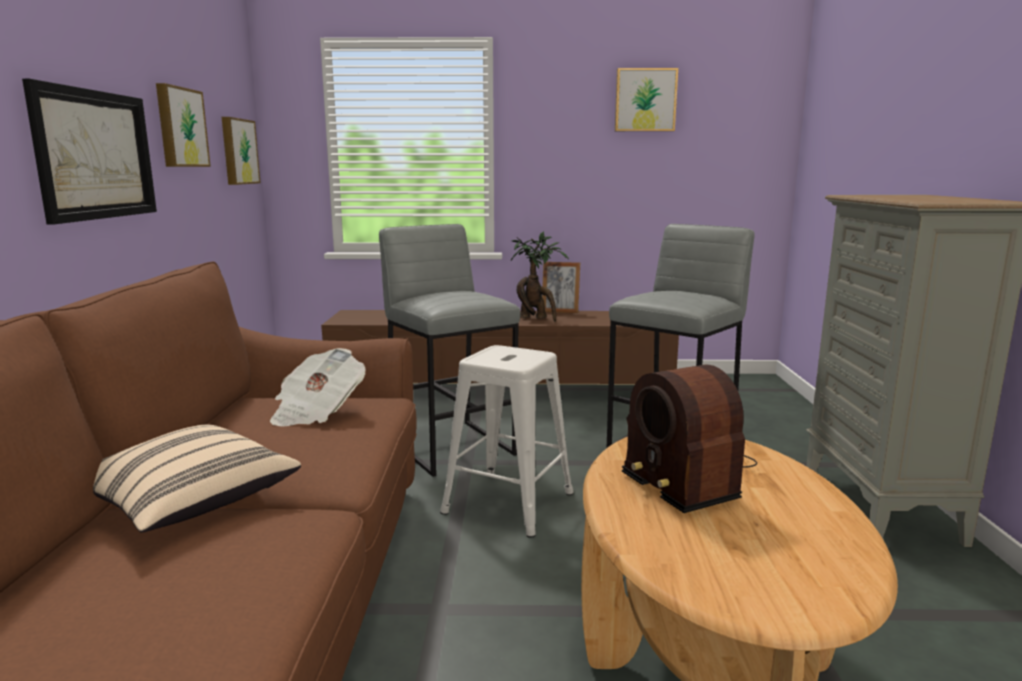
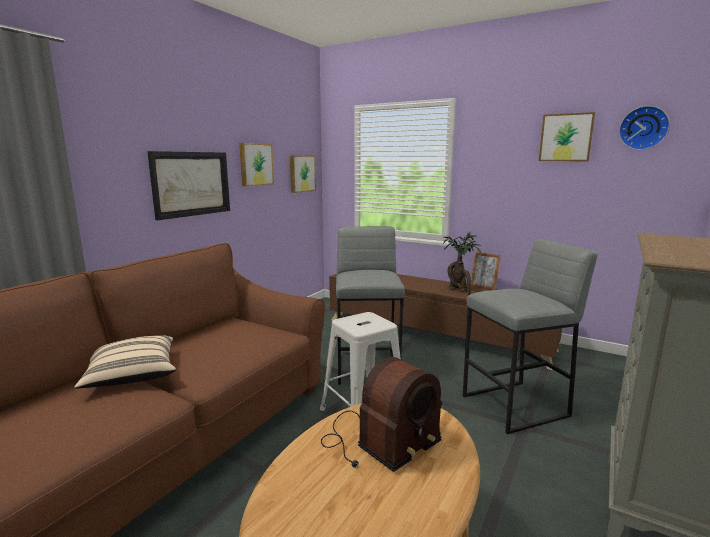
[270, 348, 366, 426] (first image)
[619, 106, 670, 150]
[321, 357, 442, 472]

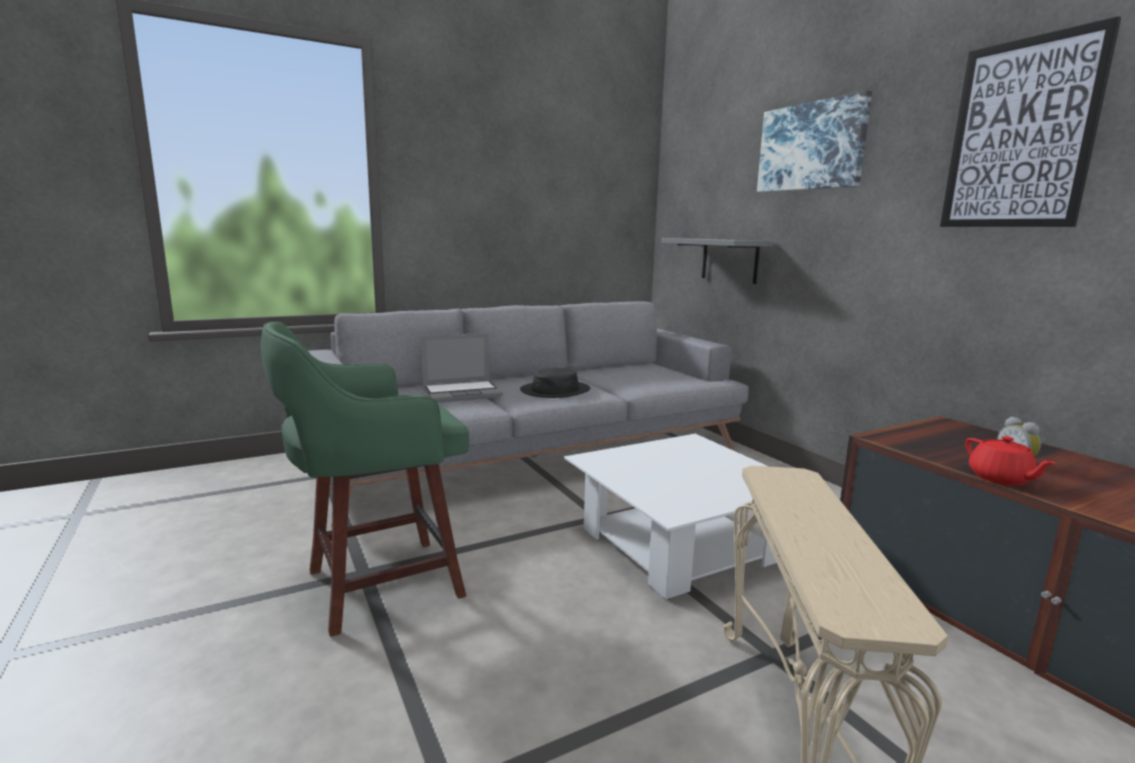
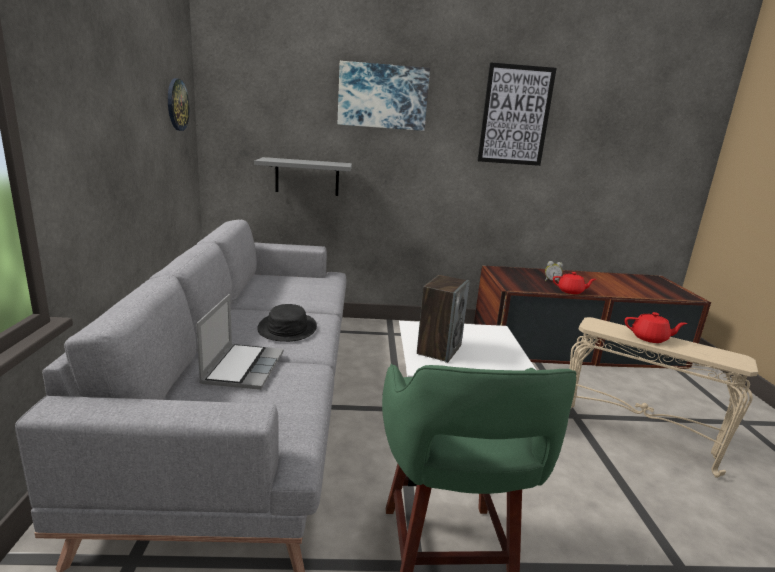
[168, 78, 189, 131]
[417, 275, 470, 363]
[625, 312, 687, 343]

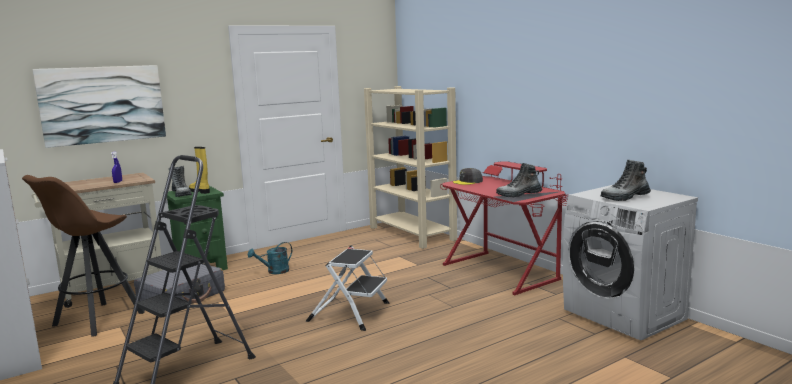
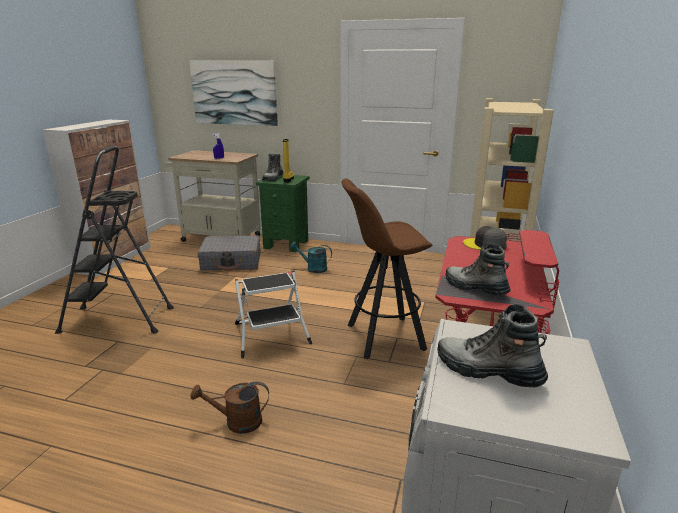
[190, 381, 269, 434]
[341, 178, 432, 359]

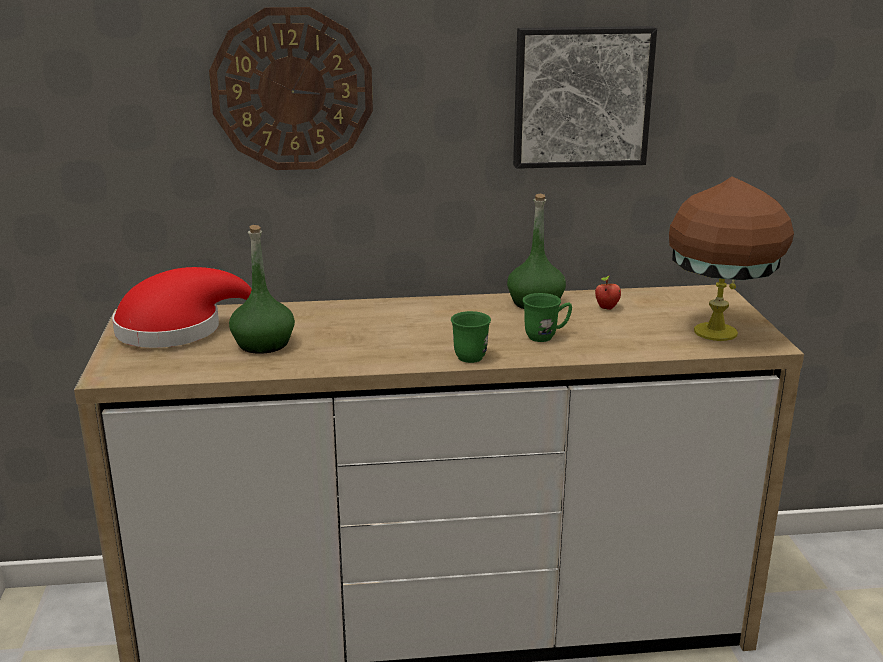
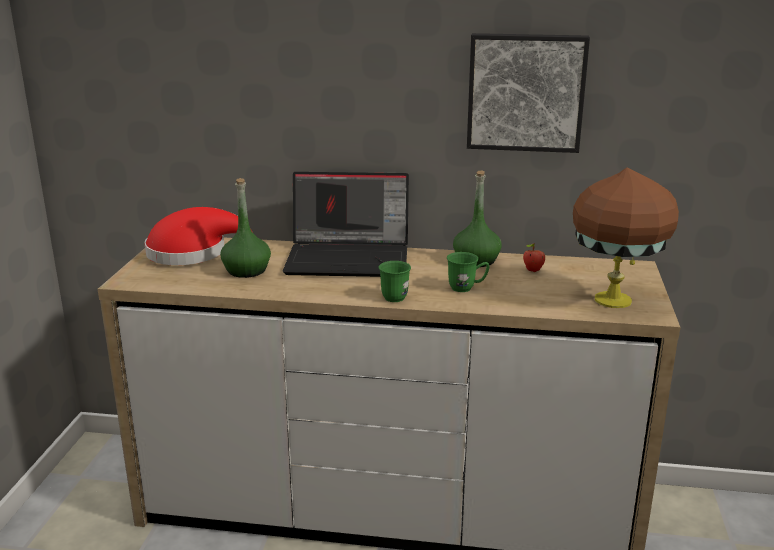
[209, 7, 373, 170] (first image)
[283, 172, 409, 277]

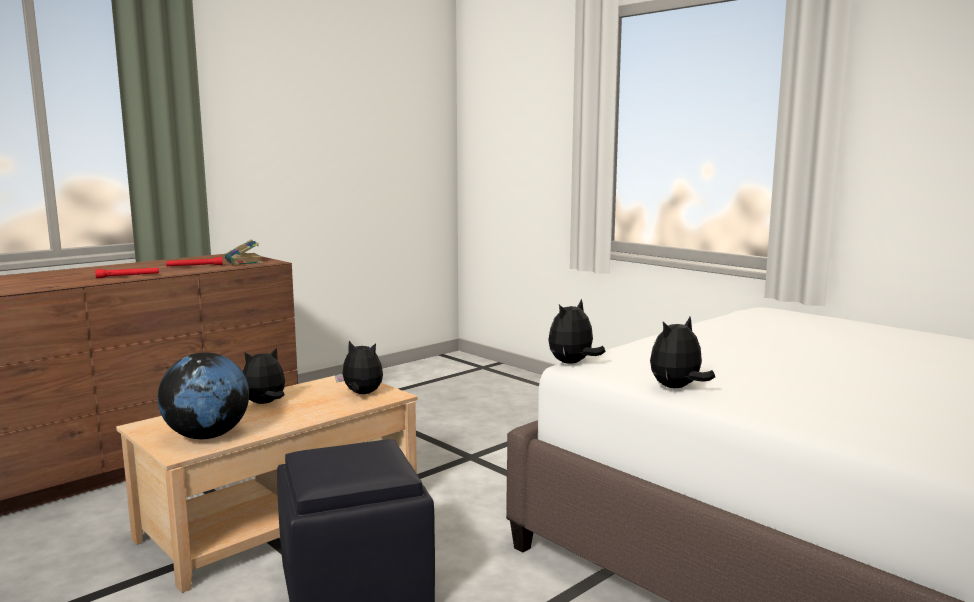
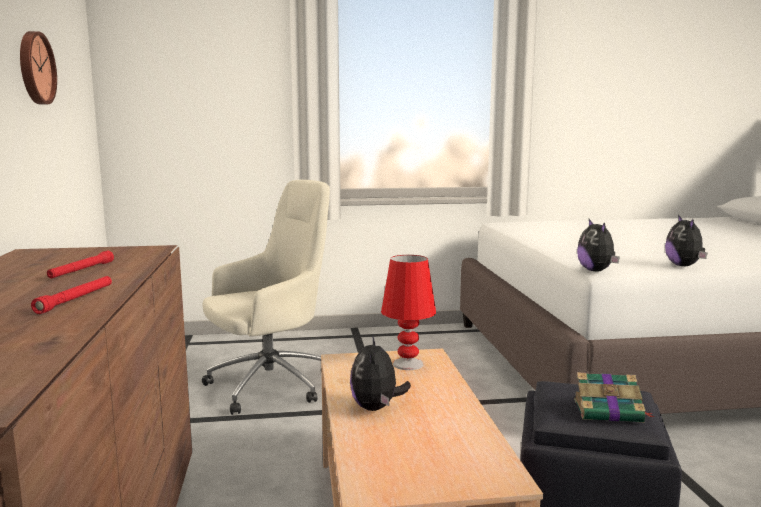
[158, 352, 249, 439] (first image)
[20, 31, 57, 104]
[202, 180, 330, 415]
[574, 372, 654, 423]
[381, 255, 436, 370]

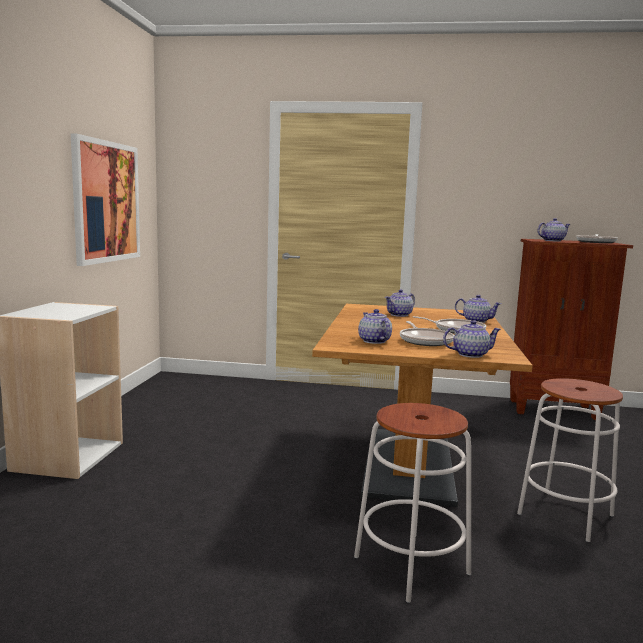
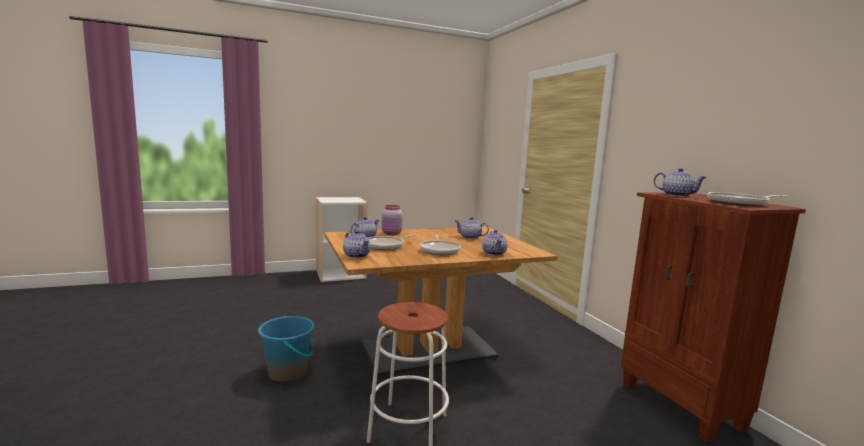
[71, 133, 140, 266] (first image)
[382, 205, 403, 235]
[258, 316, 315, 382]

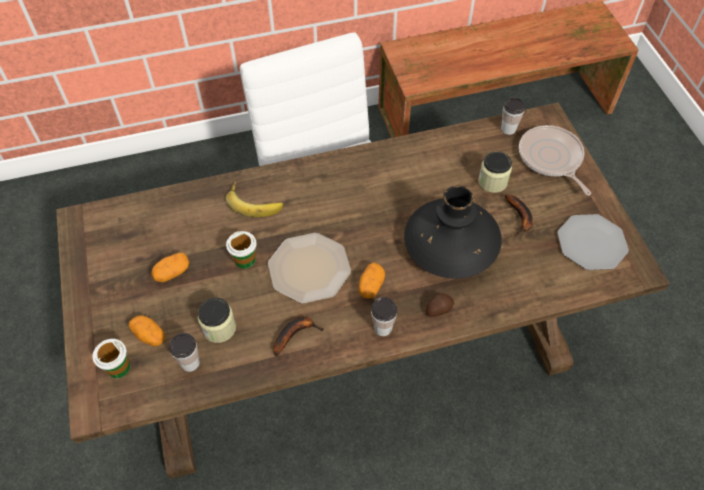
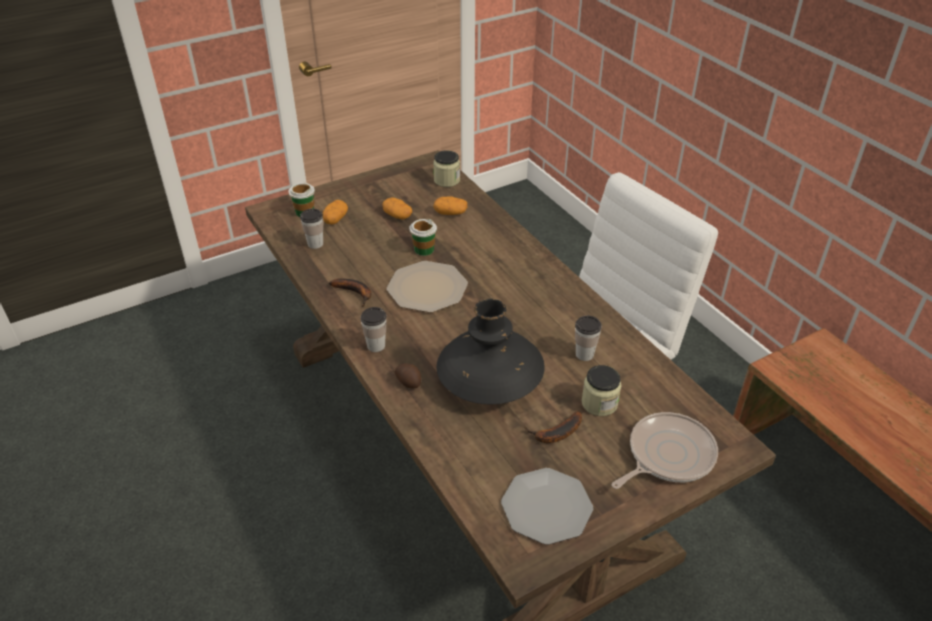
[226, 182, 284, 217] (first image)
[433, 150, 460, 187]
[433, 196, 467, 215]
[575, 316, 602, 361]

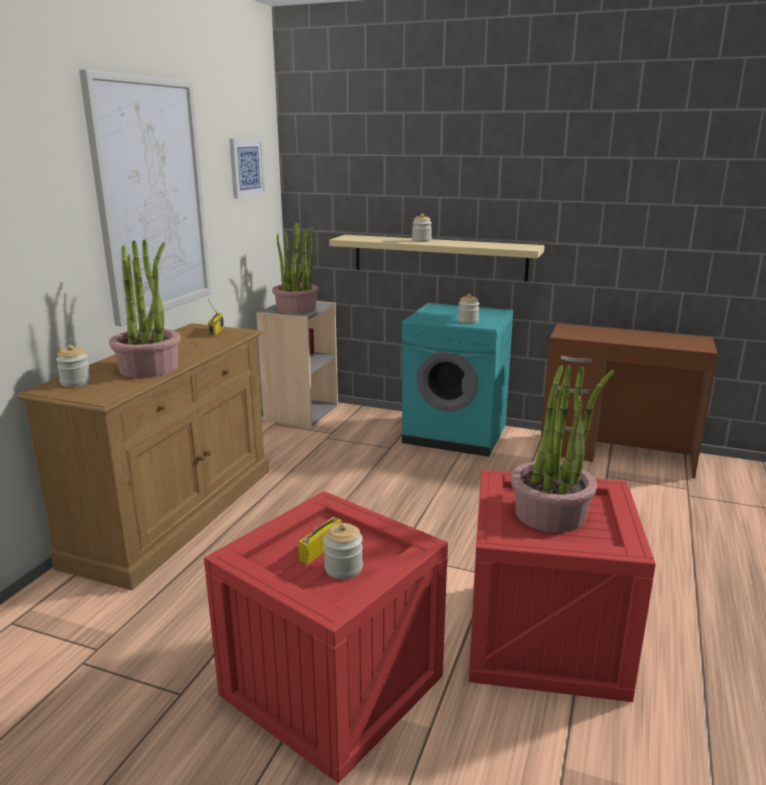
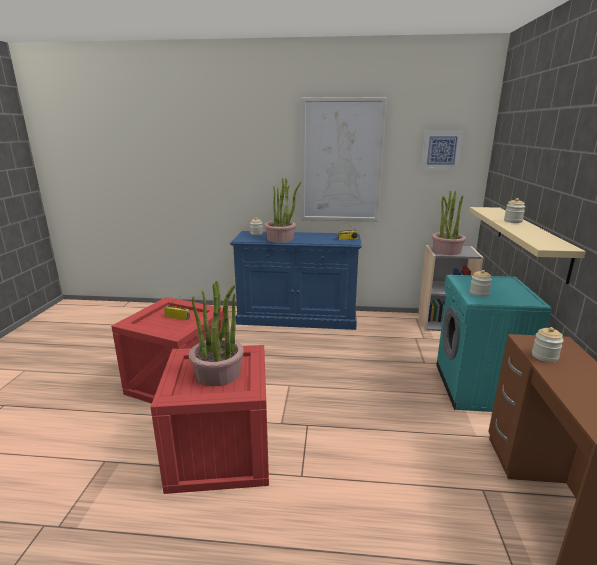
[532, 327, 564, 362]
[230, 231, 362, 330]

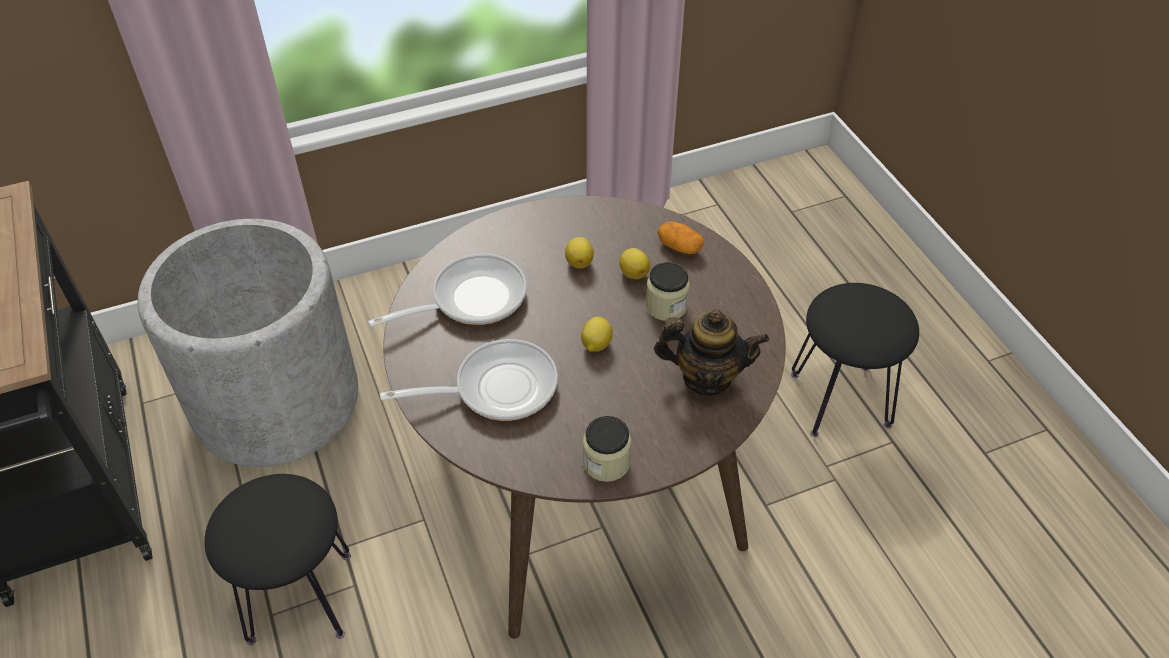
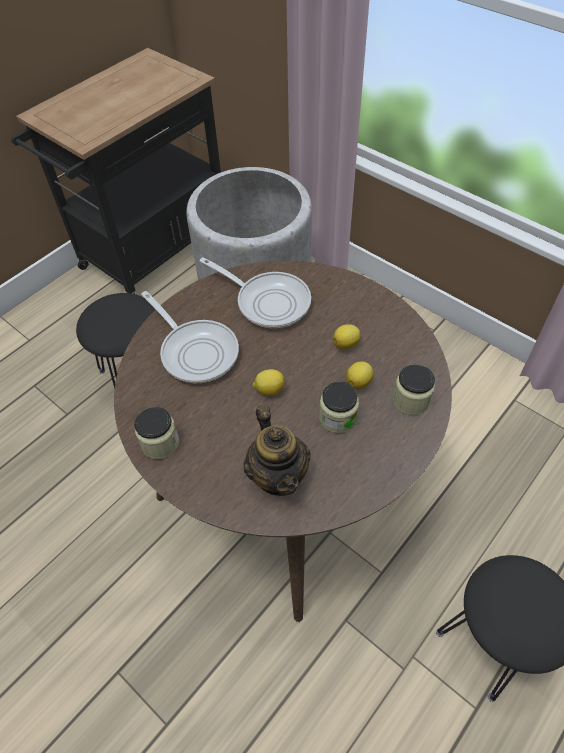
[393, 364, 435, 415]

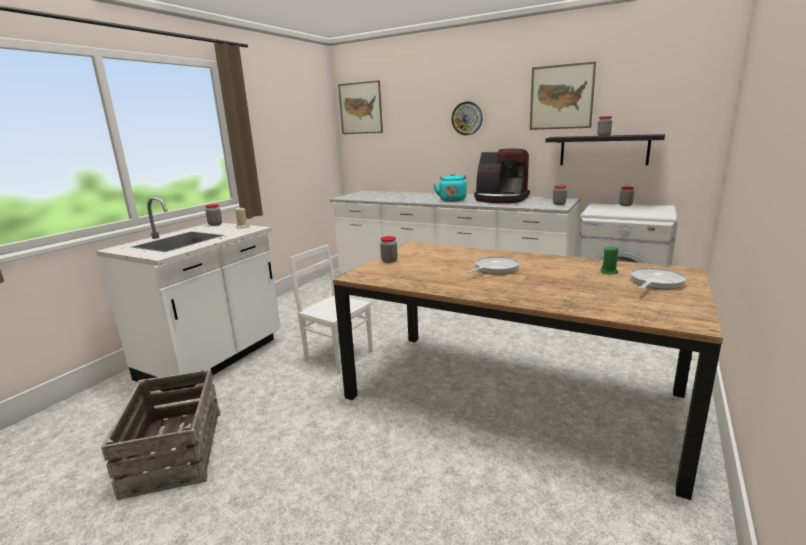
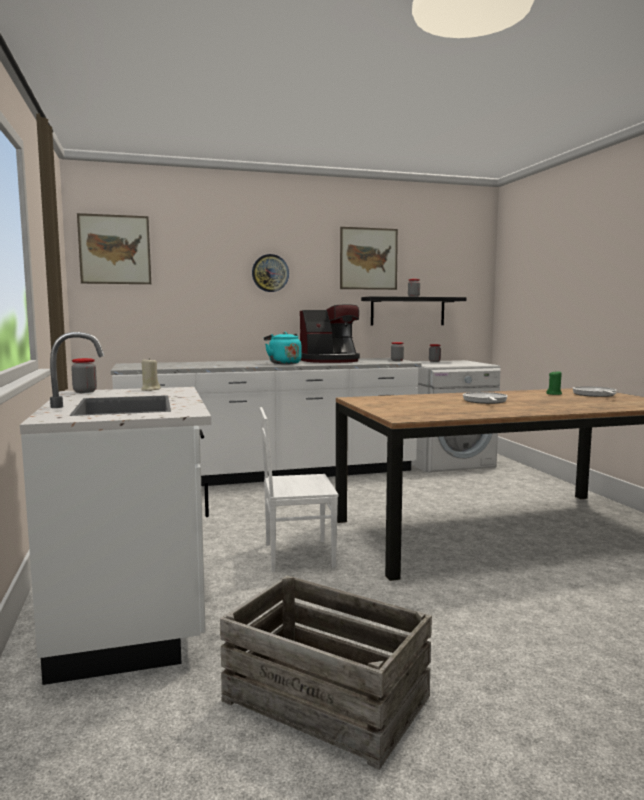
[380, 236, 398, 263] (first image)

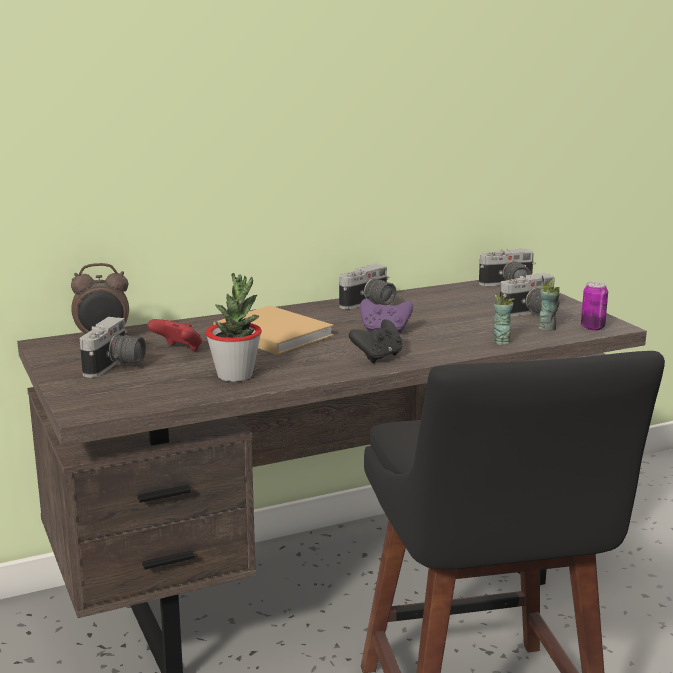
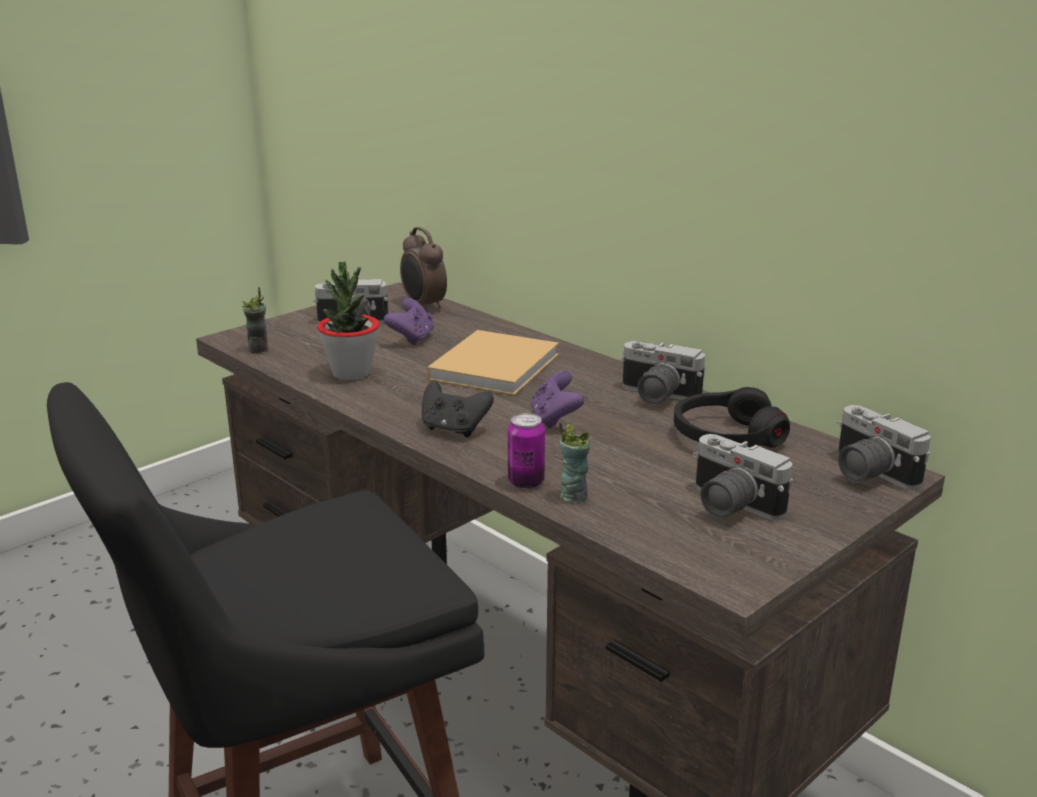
[674, 387, 790, 448]
[243, 287, 268, 353]
[508, 413, 545, 489]
[384, 298, 434, 345]

